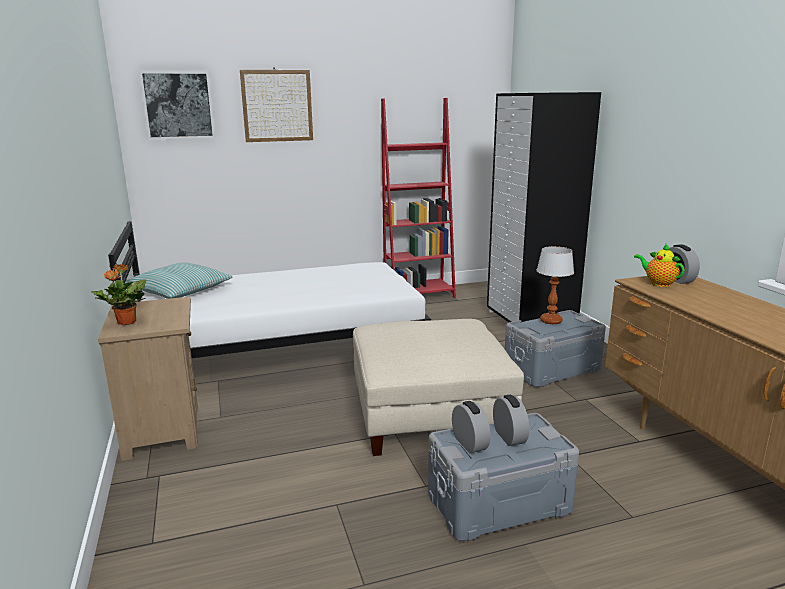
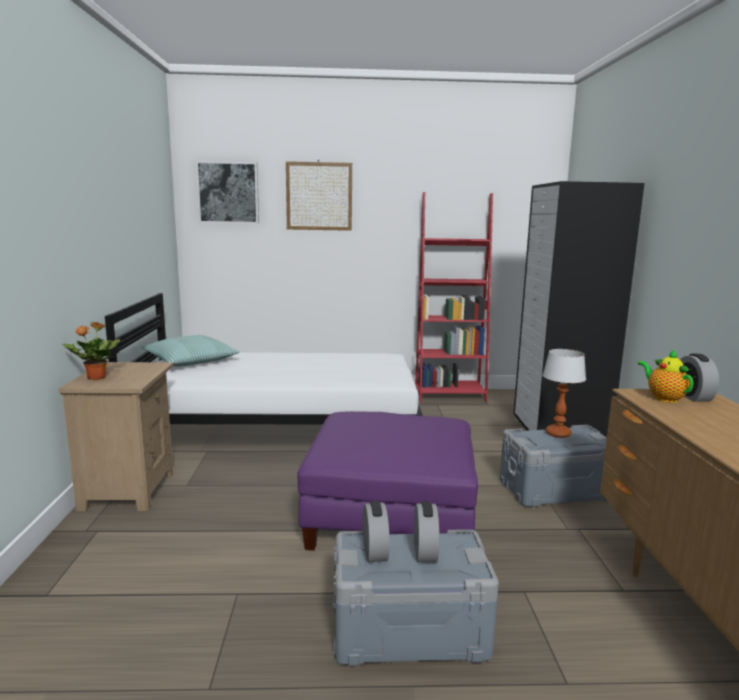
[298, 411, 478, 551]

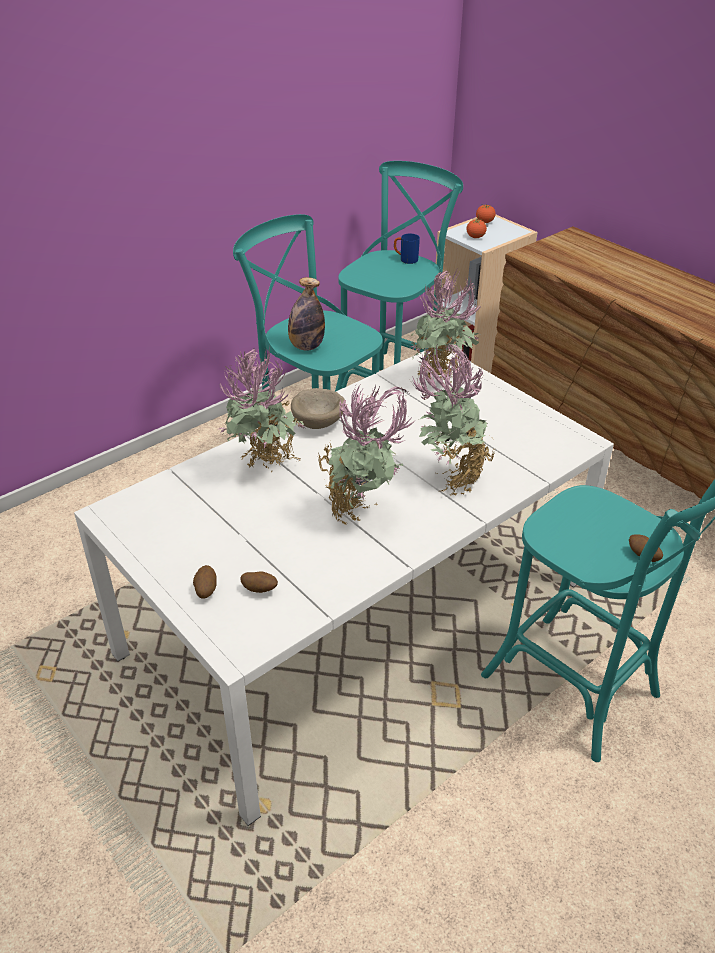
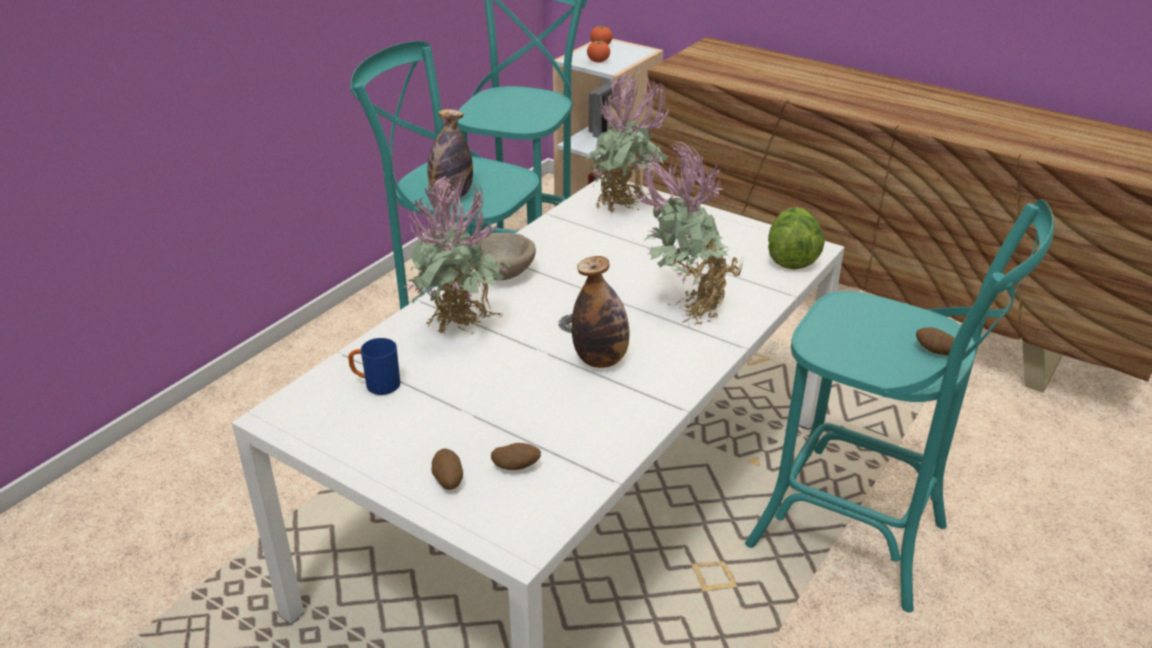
[768, 207, 825, 269]
[348, 338, 400, 395]
[572, 256, 629, 368]

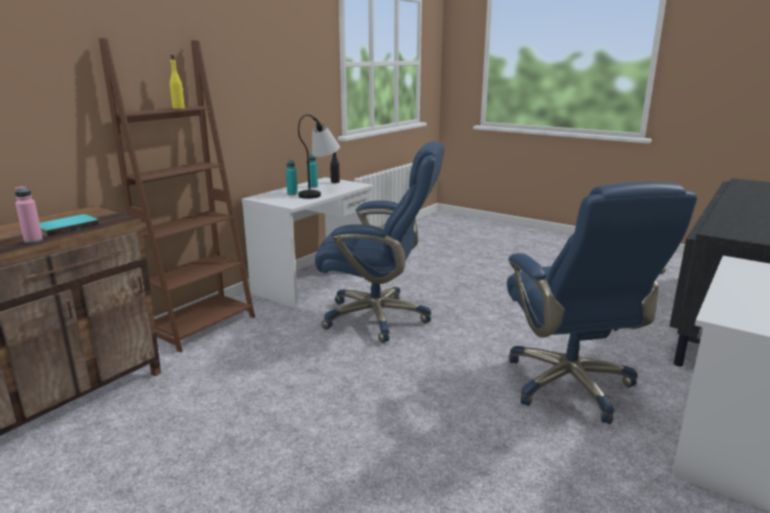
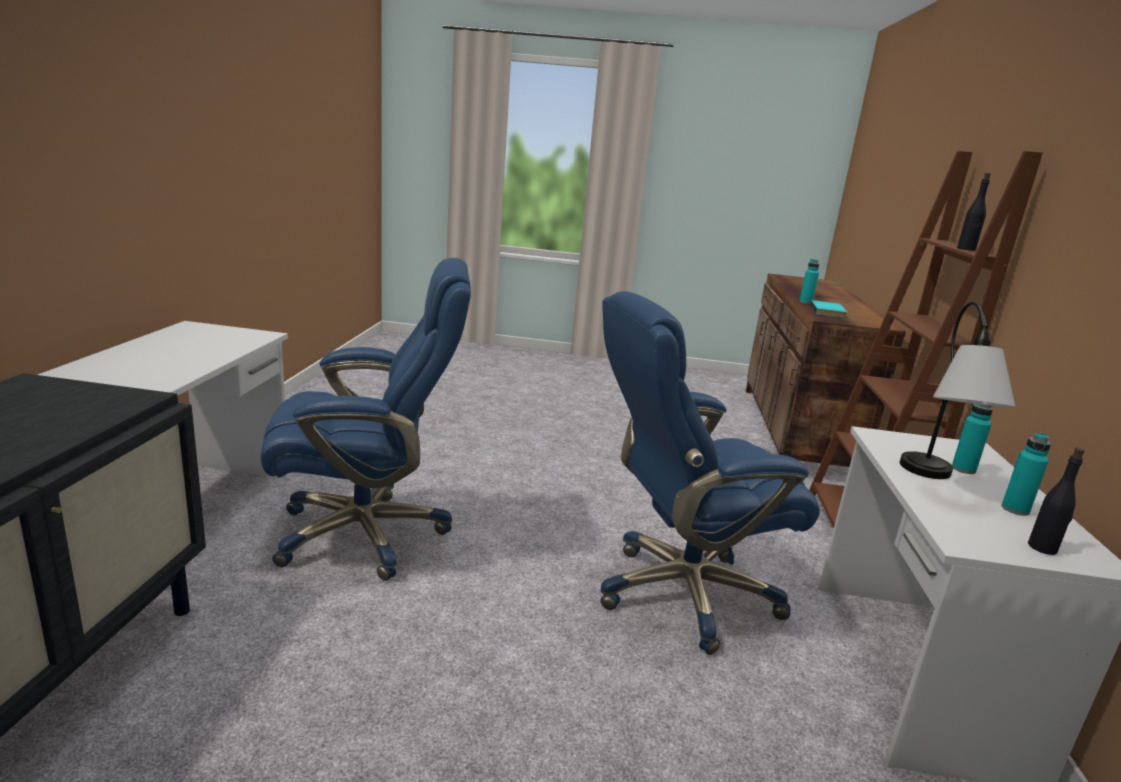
[799, 259, 819, 304]
[957, 173, 991, 251]
[261, 258, 471, 581]

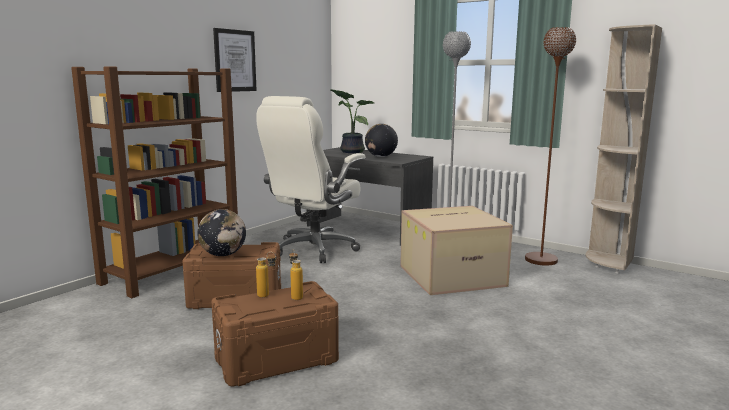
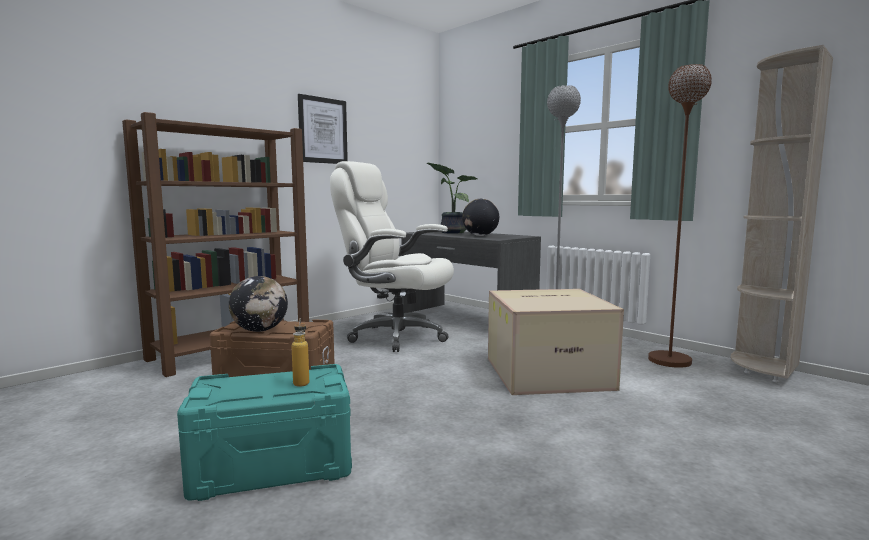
[256, 252, 276, 298] (first image)
[177, 364, 352, 501]
[330, 161, 454, 352]

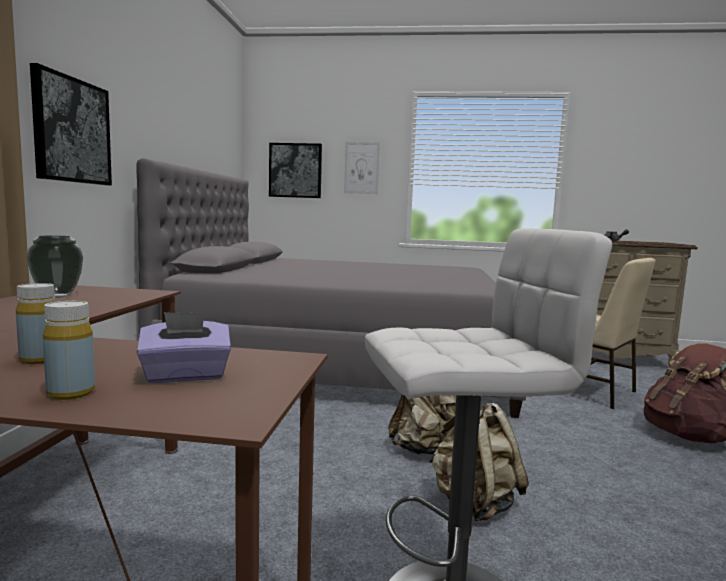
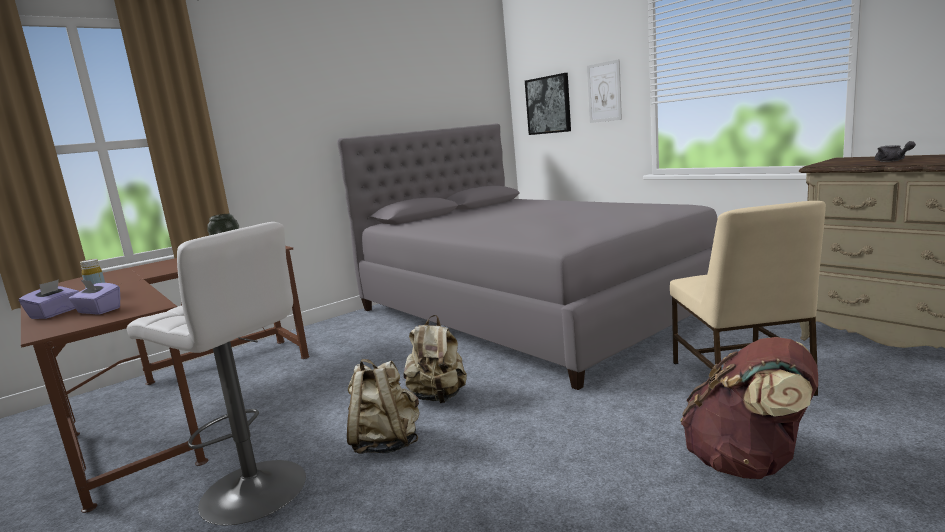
[30, 63, 112, 186] (first image)
[19, 279, 79, 319]

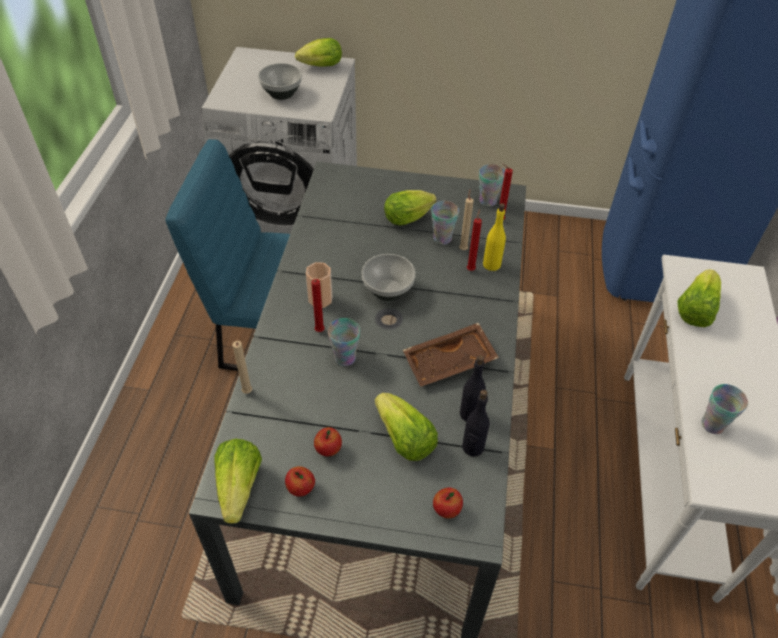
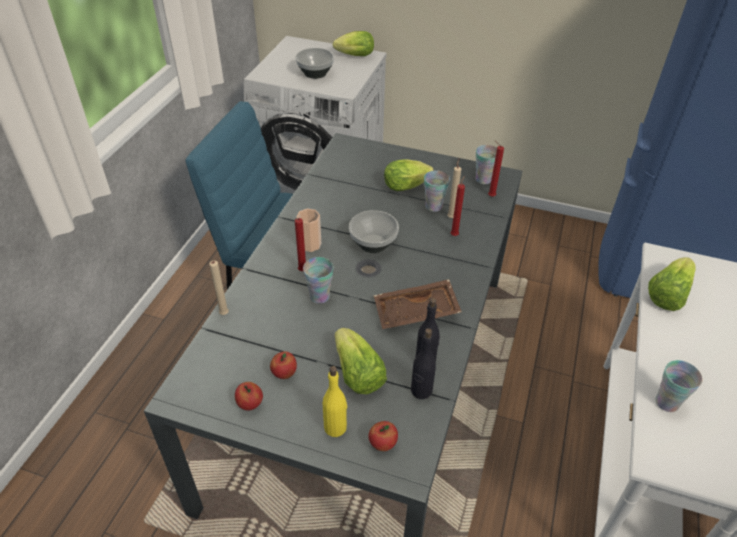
[214, 439, 262, 523] (first image)
[323, 366, 347, 437]

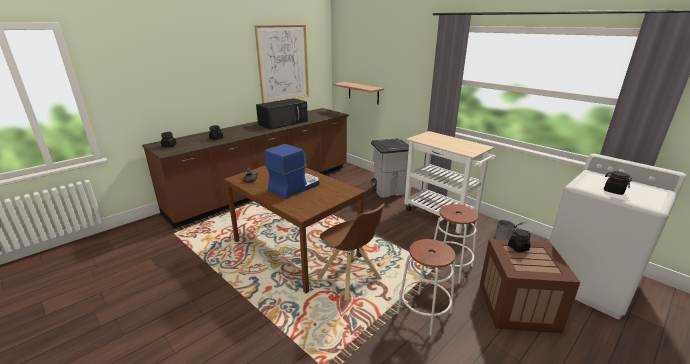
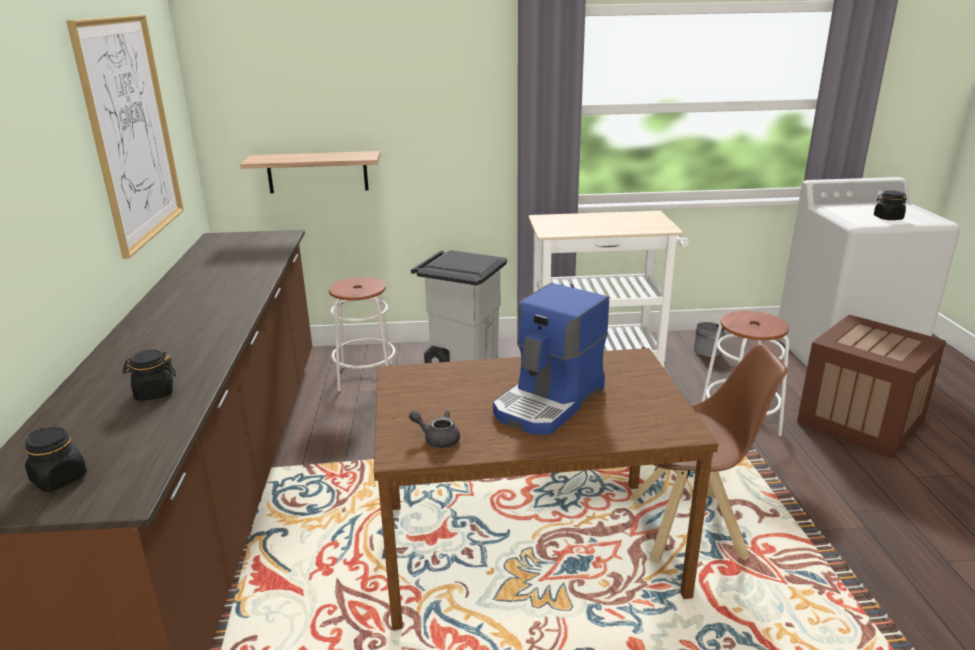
[256, 98, 308, 130] (first image)
[508, 229, 531, 252] (first image)
[329, 277, 395, 391]
[493, 283, 609, 435]

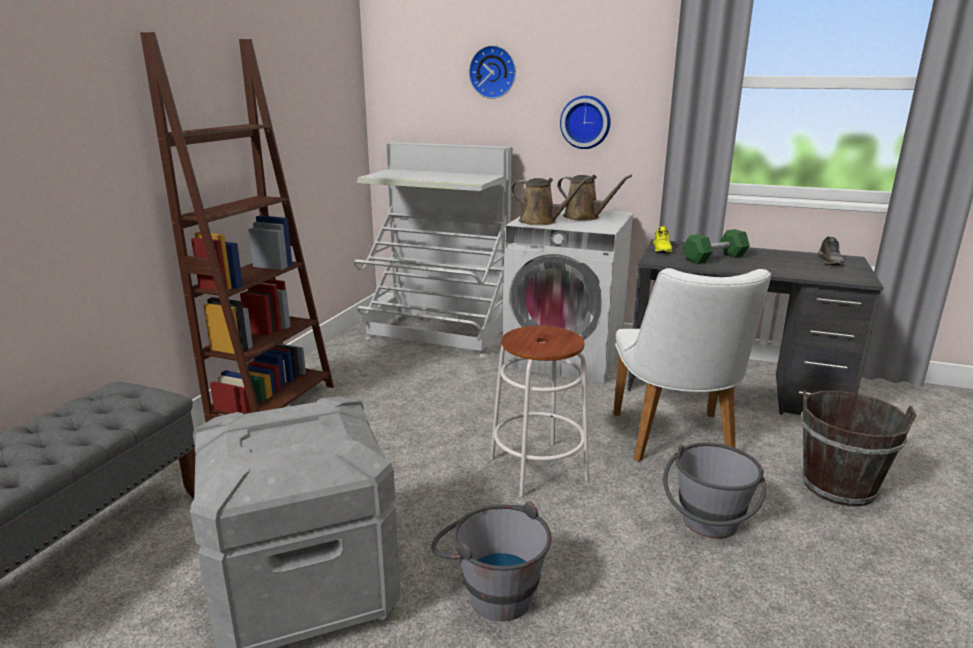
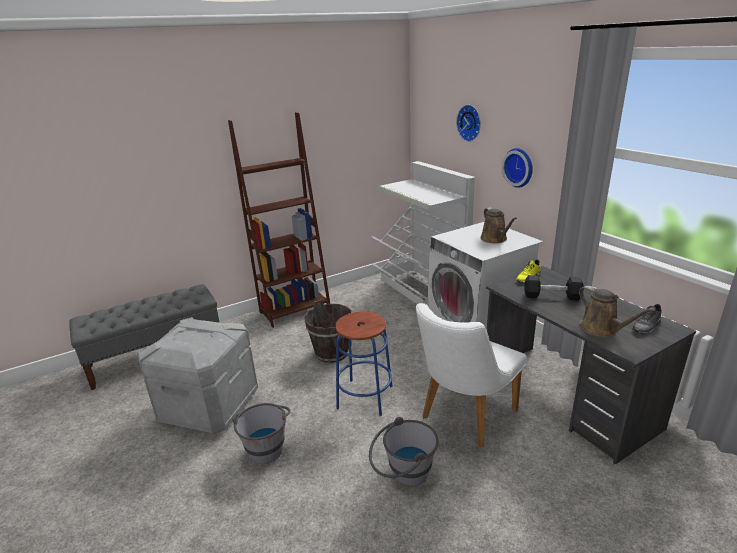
[579, 286, 656, 337]
[304, 300, 353, 363]
[335, 311, 393, 416]
[524, 275, 584, 300]

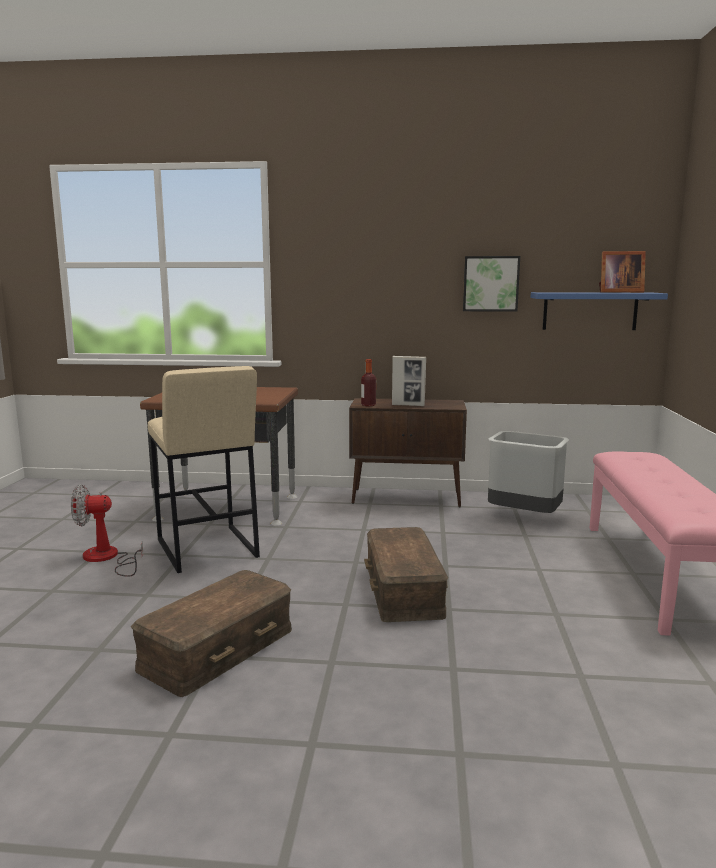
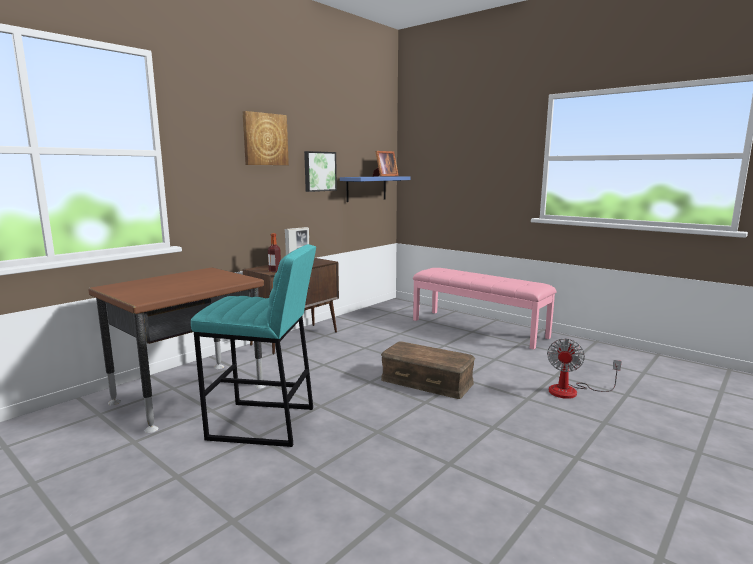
[131, 570, 292, 697] (first image)
[488, 431, 569, 513] (first image)
[243, 111, 289, 165]
[547, 338, 622, 399]
[191, 244, 316, 447]

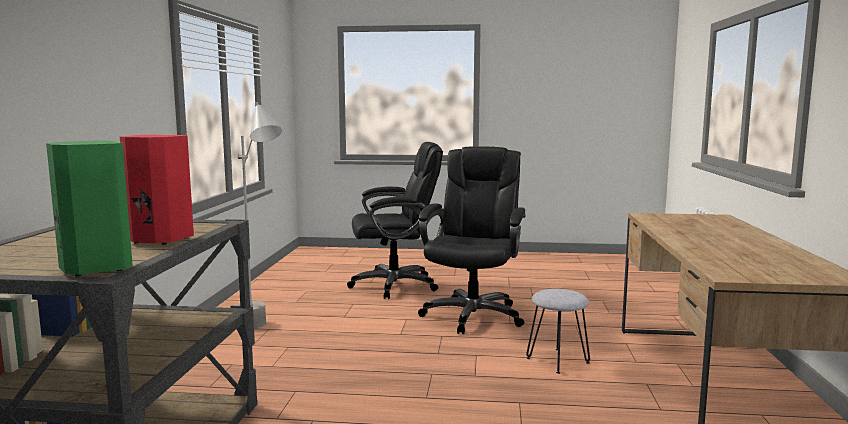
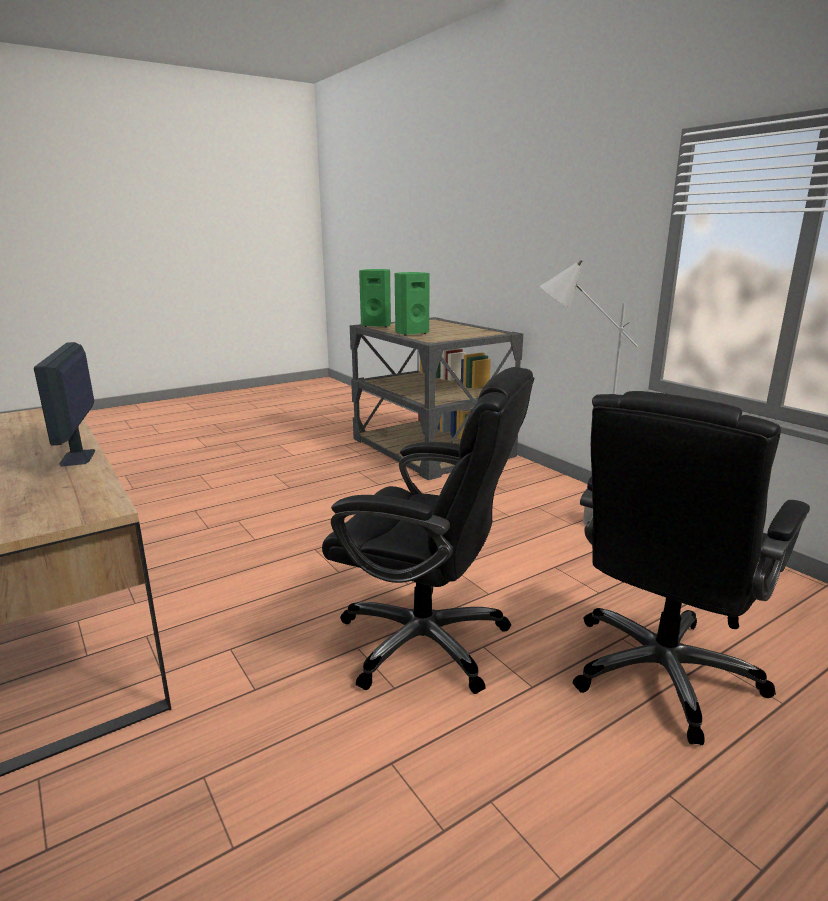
[526, 289, 590, 374] (first image)
[34, 342, 96, 467]
[395, 272, 430, 335]
[322, 367, 535, 694]

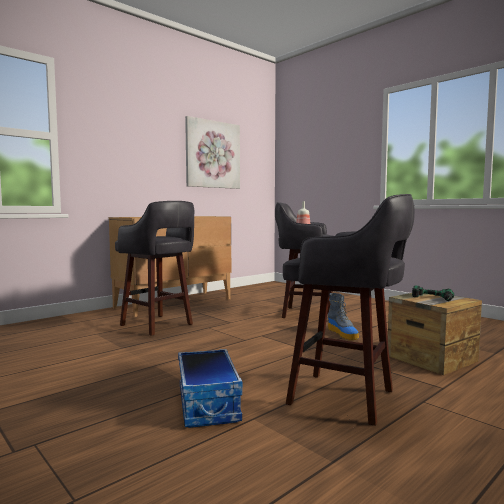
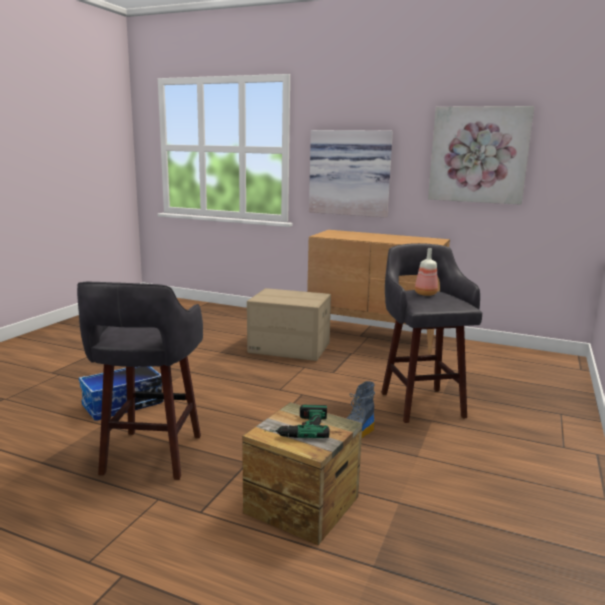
[309, 130, 393, 218]
[247, 288, 331, 361]

